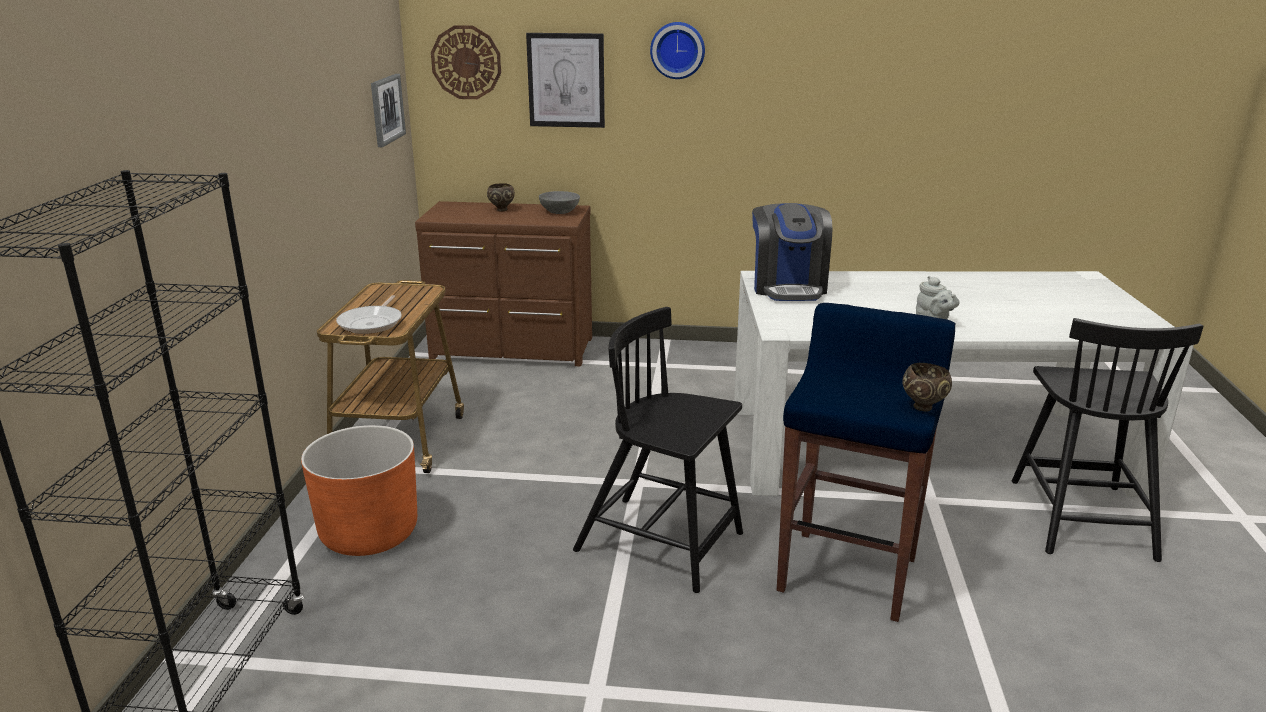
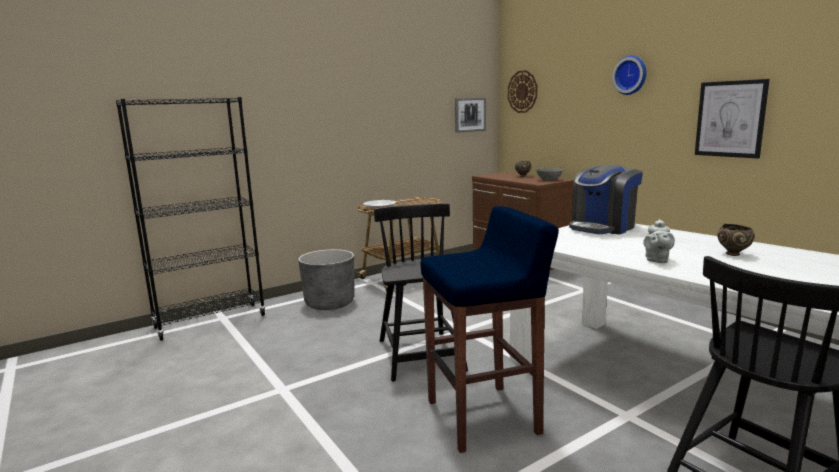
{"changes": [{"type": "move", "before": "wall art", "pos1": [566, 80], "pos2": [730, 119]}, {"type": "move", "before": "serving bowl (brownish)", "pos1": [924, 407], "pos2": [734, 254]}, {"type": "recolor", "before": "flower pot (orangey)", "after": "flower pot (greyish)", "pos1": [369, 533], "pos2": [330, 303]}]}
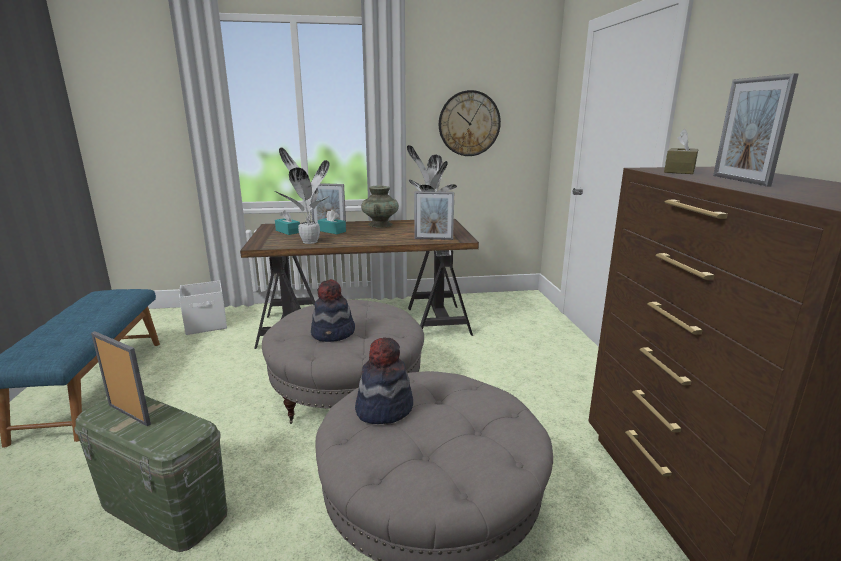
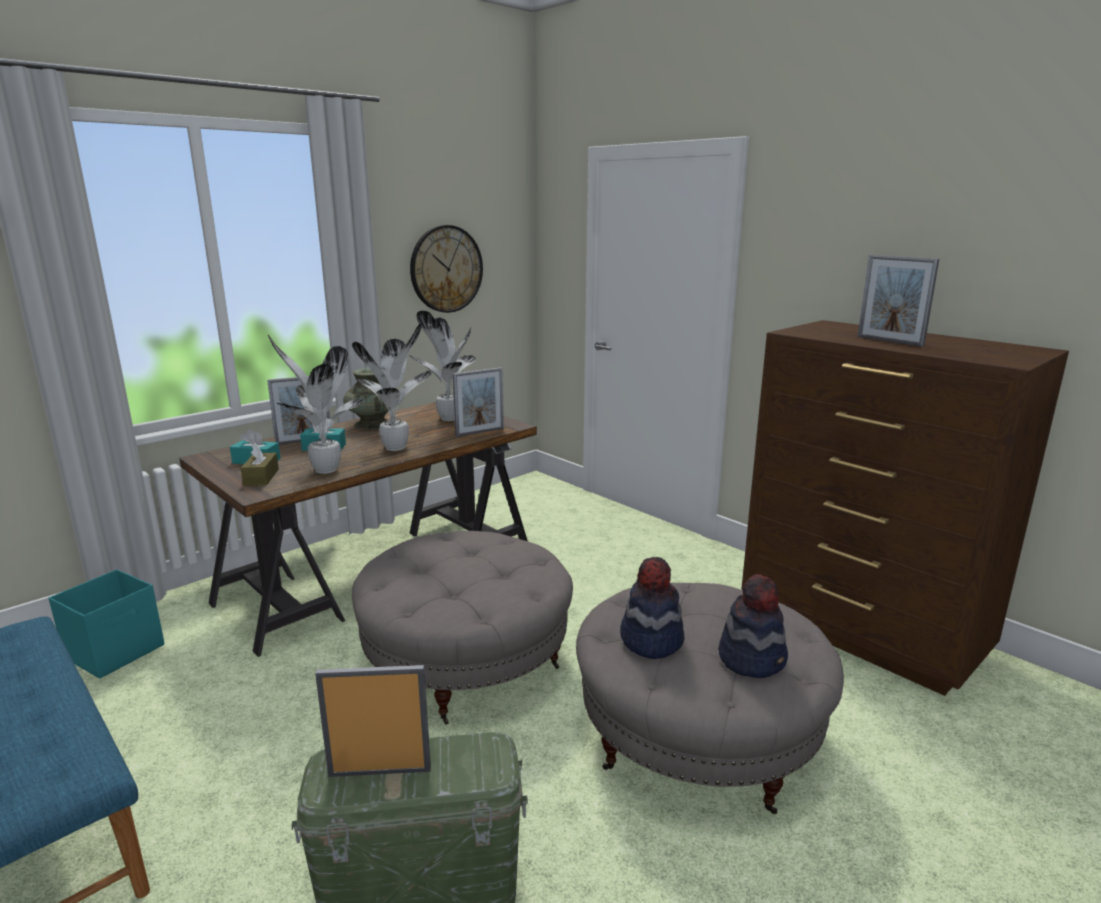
{"changes": [{"type": "move", "before": "tissue holder (brownish)", "pos1": [679, 171], "pos2": [261, 477]}, {"type": "move", "before": "hat", "pos1": [333, 334], "pos2": [752, 658]}, {"type": "recolor", "before": "storage box (white-coloured)", "after": "storage box (turquoise-coloured)", "pos1": [207, 325], "pos2": [117, 651]}, {"type": "insert", "after": "potted plant", "pos2": [397, 448]}]}
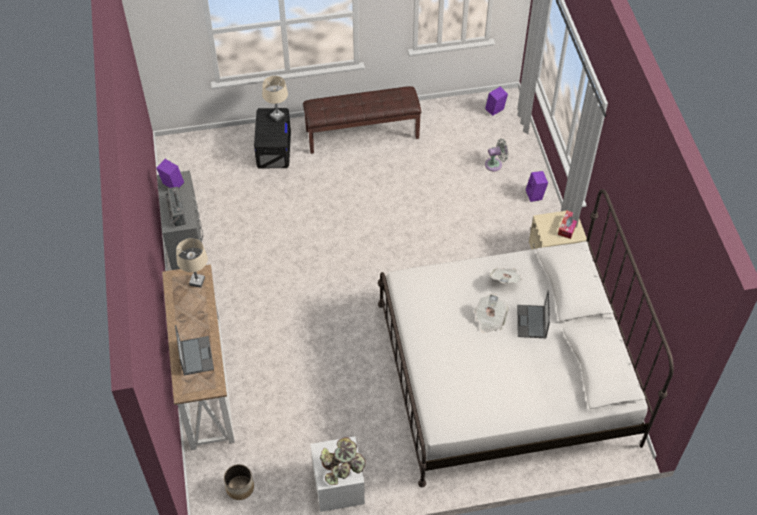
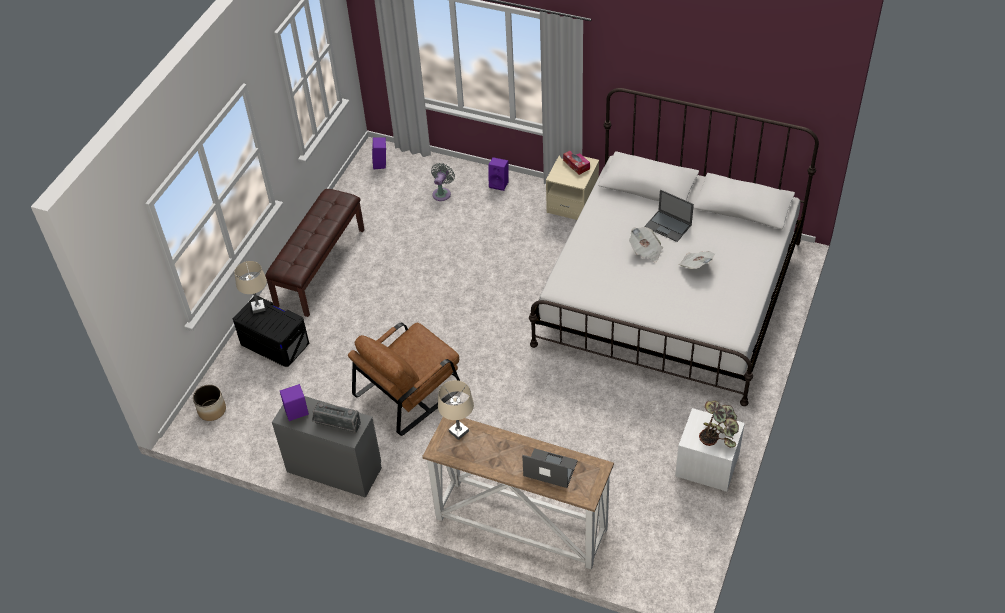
{"changes": [{"type": "move", "before": "daily paper", "pos1": [505, 280], "pos2": [695, 265]}, {"type": "move", "before": "flower pot", "pos1": [239, 487], "pos2": [212, 410]}, {"type": "insert", "after": "lounge chair (brownish)", "pos2": [409, 390]}]}
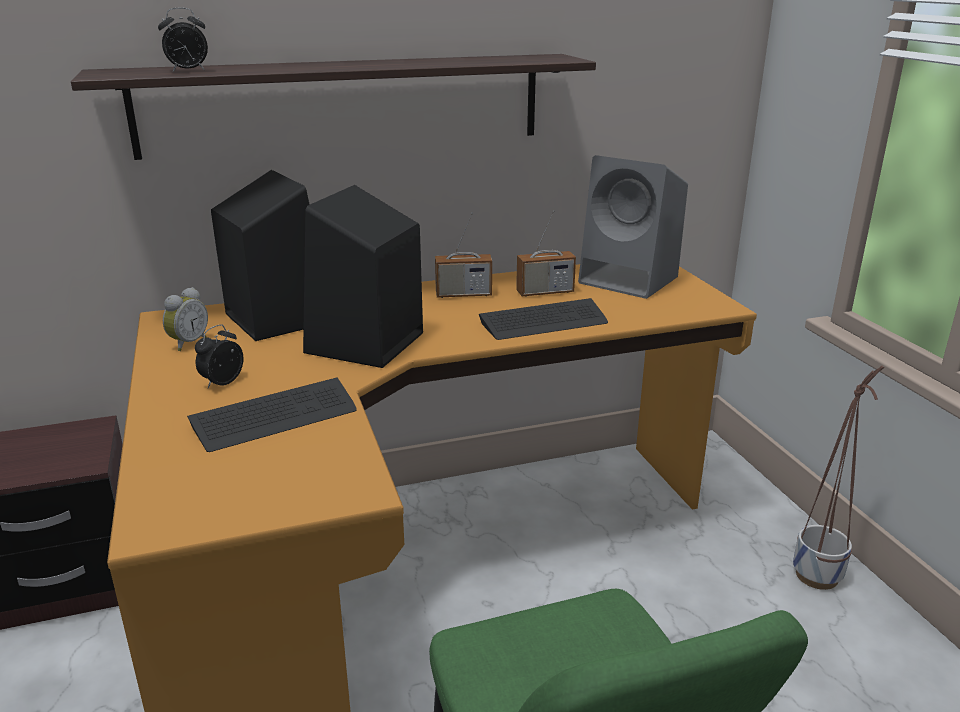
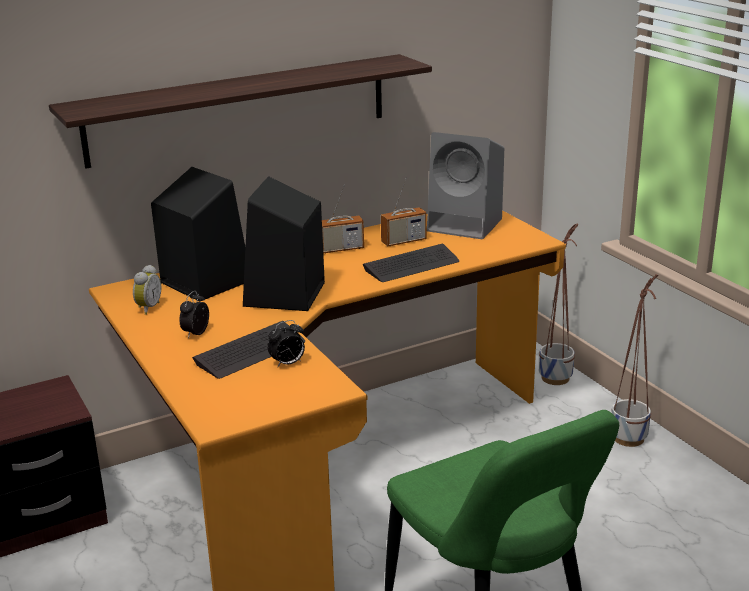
{"changes": [{"type": "move", "before": "bedside clock", "pos1": [188, 71], "pos2": [287, 363]}, {"type": "insert", "after": "flower pot", "pos2": [555, 378]}]}
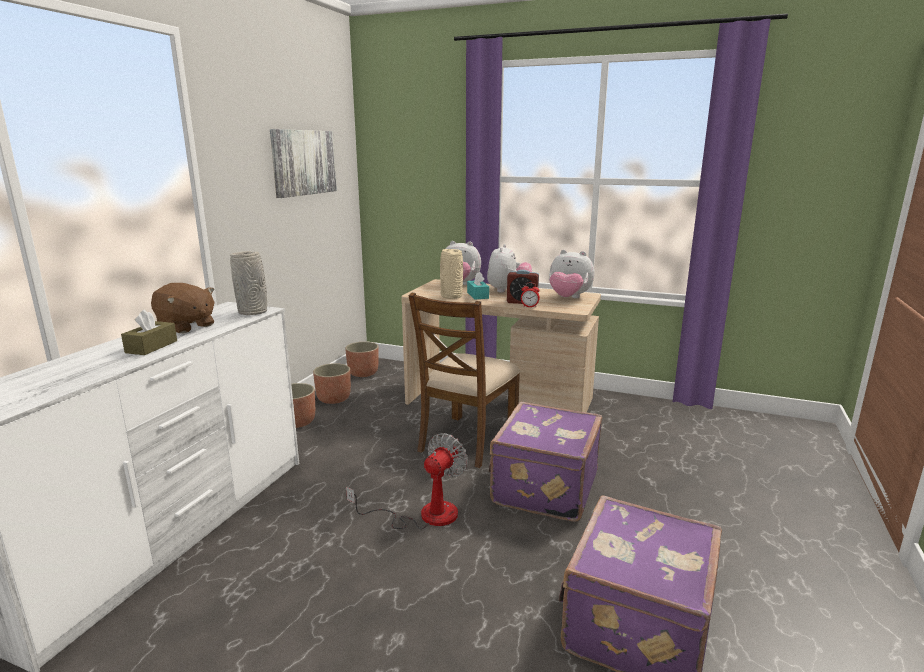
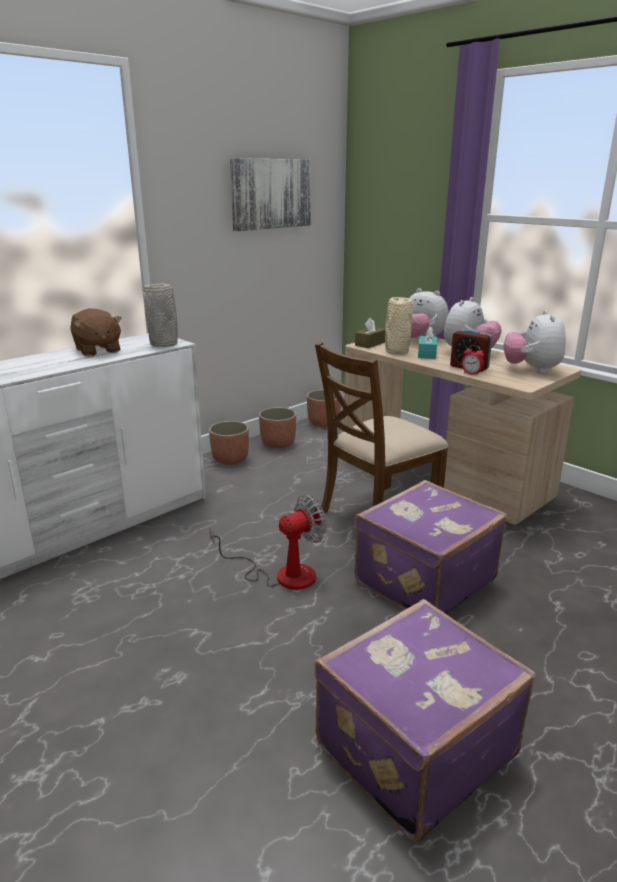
{"changes": [{"type": "rotate", "before": "cuddly toy", "pos1": [568, 298], "pos2": [532, 370], "turn": 45}, {"type": "move", "before": "tissue holder (brownish)", "pos1": [151, 347], "pos2": [370, 344]}]}
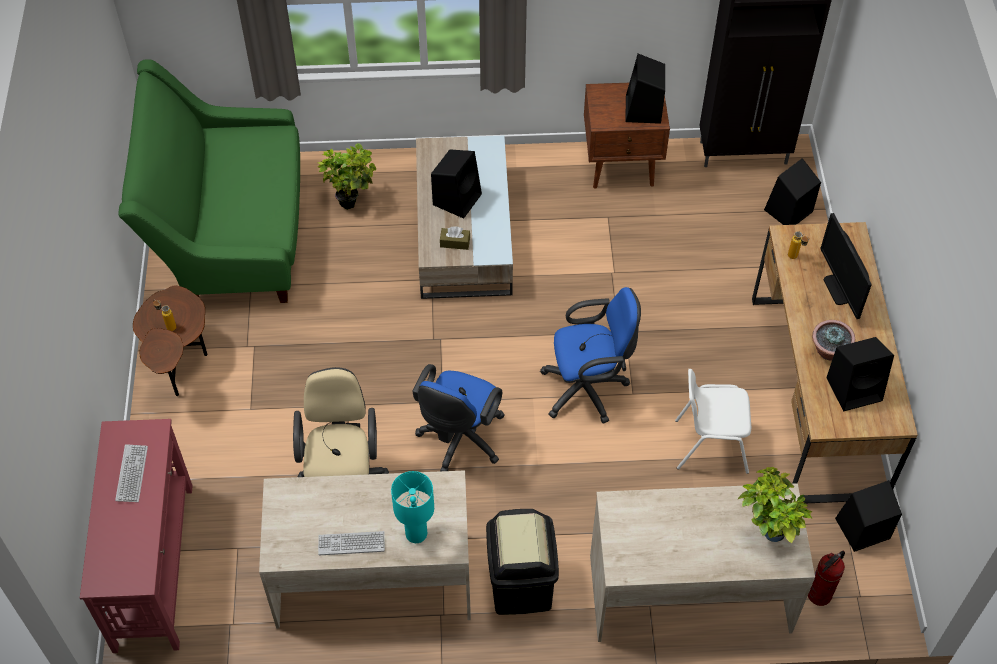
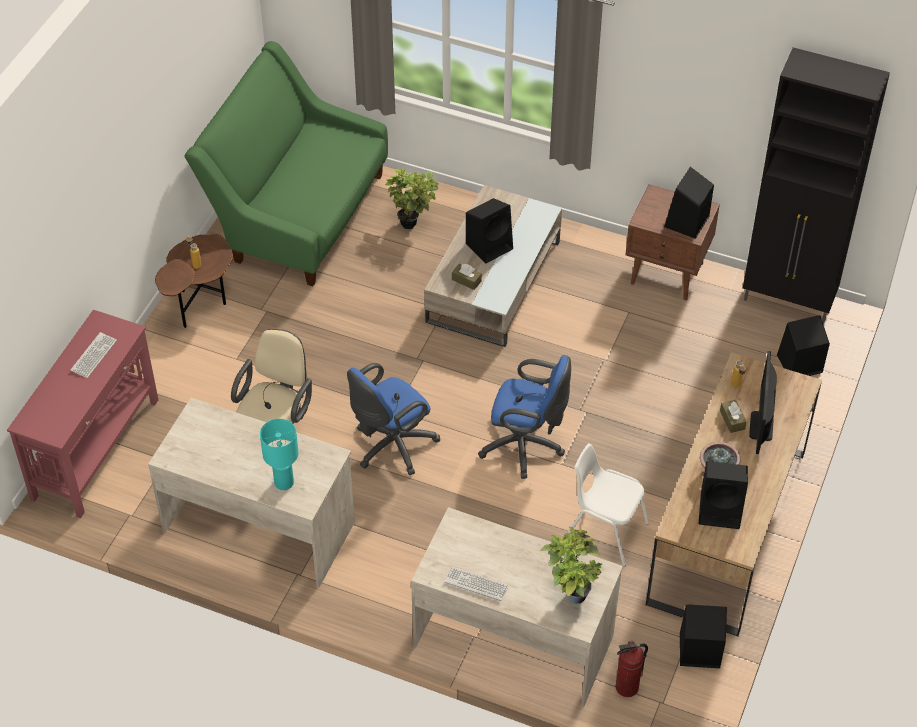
{"changes": [{"type": "delete", "before": "trash can (black)", "pos1": [520, 585]}, {"type": "move", "before": "computer keyboard", "pos1": [351, 543], "pos2": [476, 584]}, {"type": "insert", "after": "tissue holder (brownish)", "pos2": [732, 420]}]}
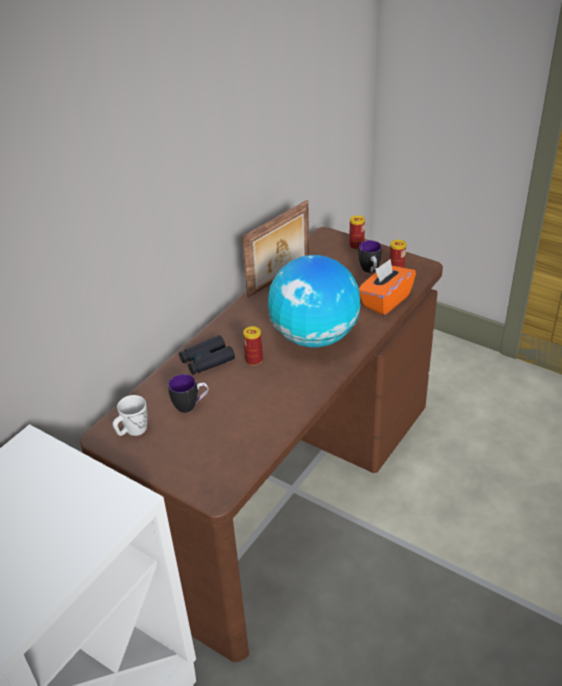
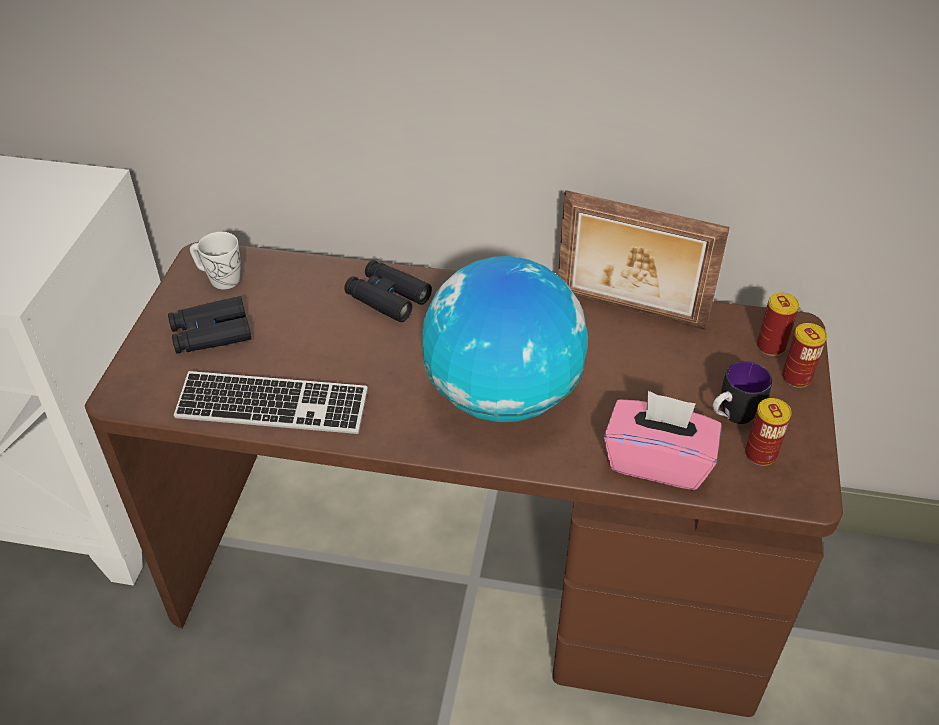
{"changes": [{"type": "recolor", "before": "tissue holder (orangey)", "after": "tissue holder (pink-coloured)", "pos1": [385, 300], "pos2": [657, 461]}, {"type": "move", "before": "can", "pos1": [254, 360], "pos2": [770, 346]}, {"type": "delete", "before": "coffee mug", "pos1": [191, 406]}, {"type": "insert", "after": "binoculars (black)", "pos2": [211, 334]}, {"type": "insert", "after": "computer keyboard", "pos2": [272, 406]}]}
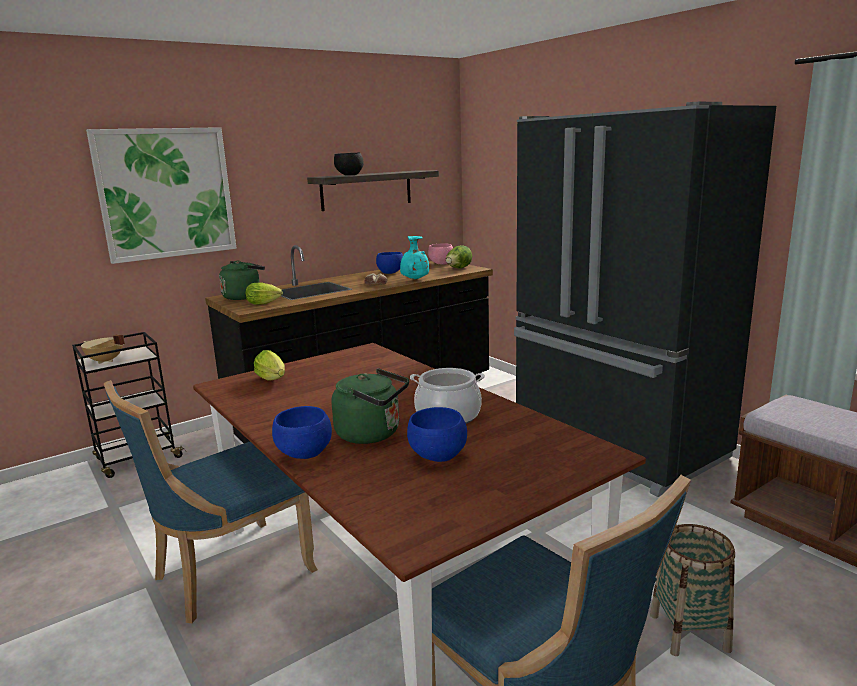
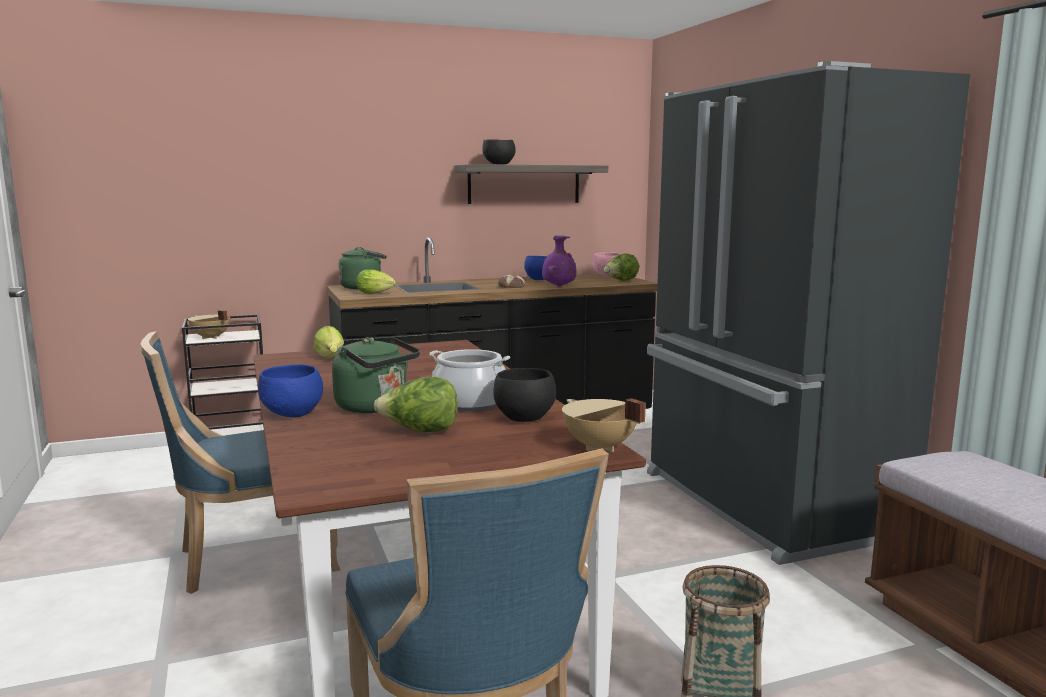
{"changes": [{"type": "delete", "before": "wall art", "pos1": [166, 193]}, {"type": "recolor", "before": "decorative vase (turquoise-coloured)", "after": "decorative vase (purple-coloured)", "pos1": [414, 279], "pos2": [558, 286]}, {"type": "replace", "before": "serving bowl (blue-coloured)", "after": "lettuce head", "pos1": [439, 457], "pos2": [420, 431]}, {"type": "insert", "after": "serving bowl (black)", "pos2": [523, 418]}, {"type": "insert", "after": "stockpot (sand-coloured)", "pos2": [599, 447]}]}
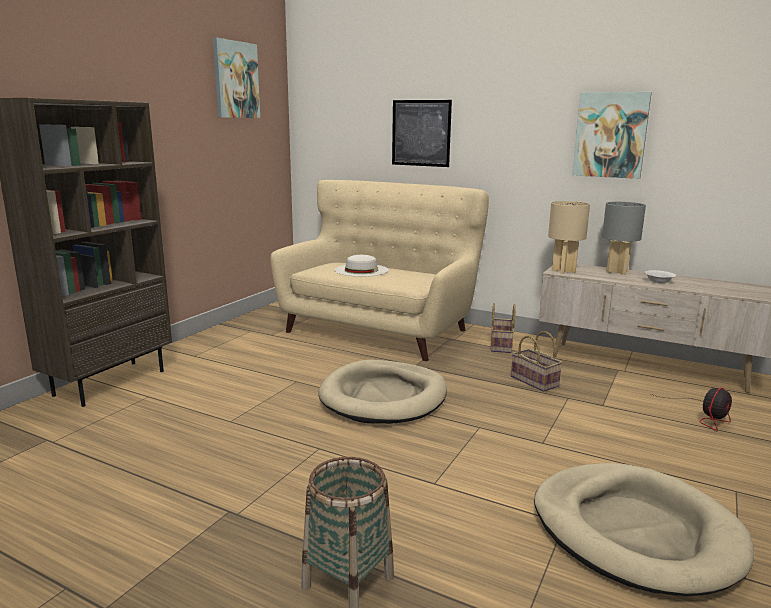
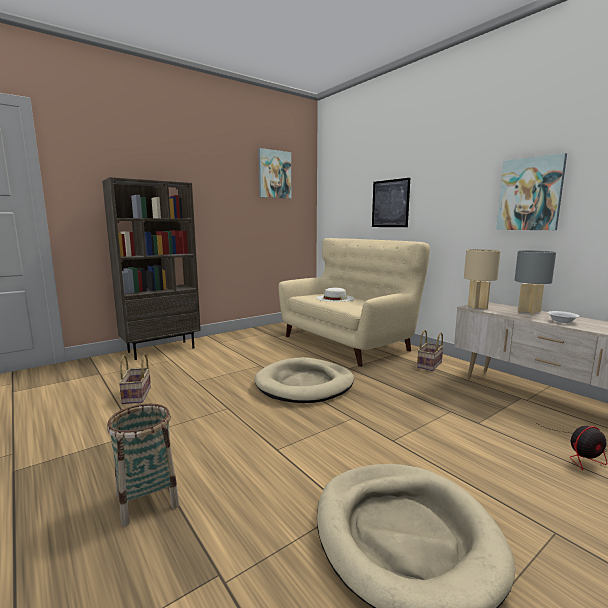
{"changes": [{"type": "move", "before": "basket", "pos1": [536, 381], "pos2": [137, 395]}]}
